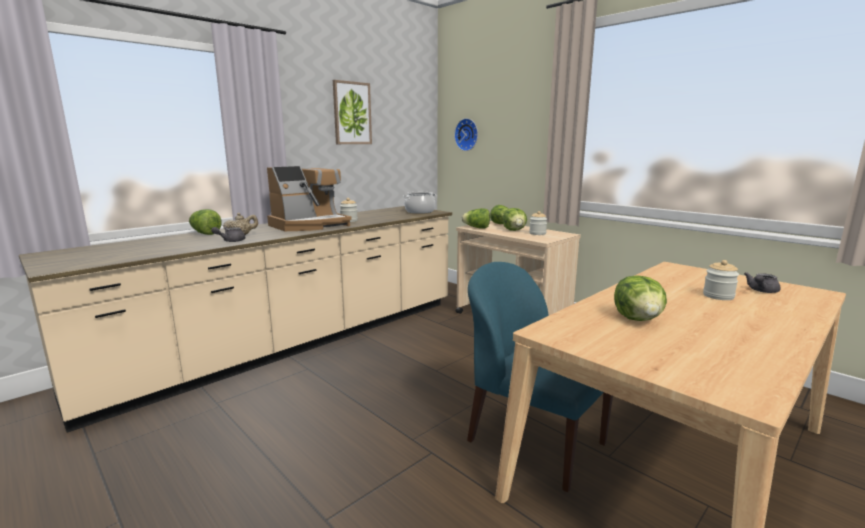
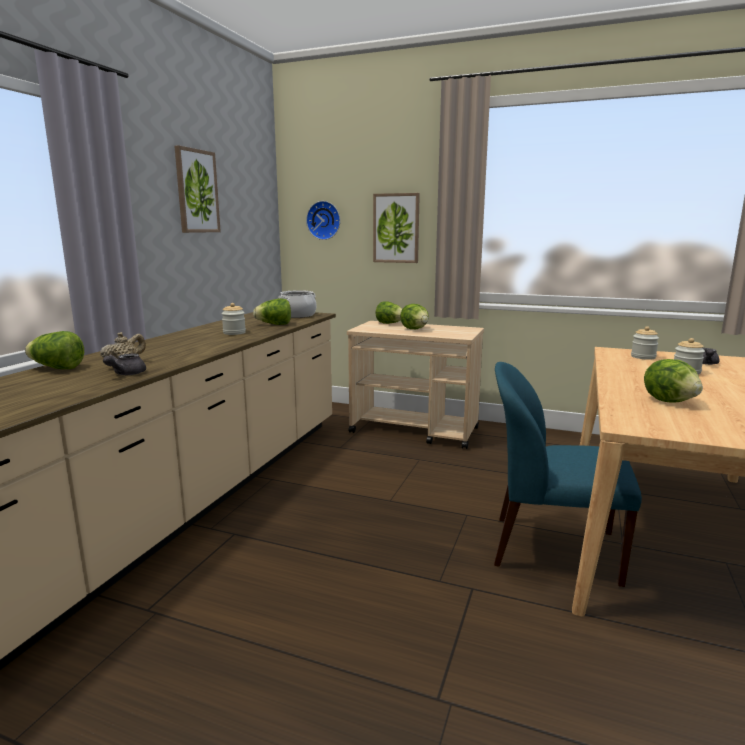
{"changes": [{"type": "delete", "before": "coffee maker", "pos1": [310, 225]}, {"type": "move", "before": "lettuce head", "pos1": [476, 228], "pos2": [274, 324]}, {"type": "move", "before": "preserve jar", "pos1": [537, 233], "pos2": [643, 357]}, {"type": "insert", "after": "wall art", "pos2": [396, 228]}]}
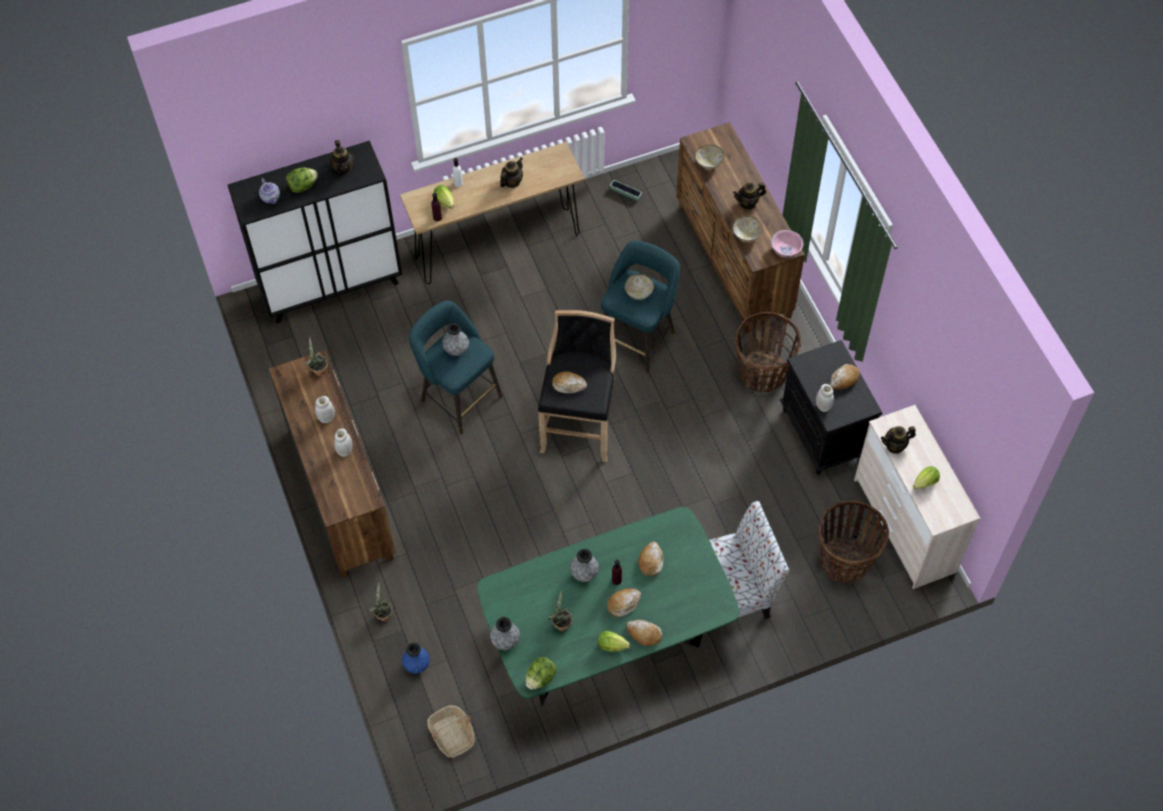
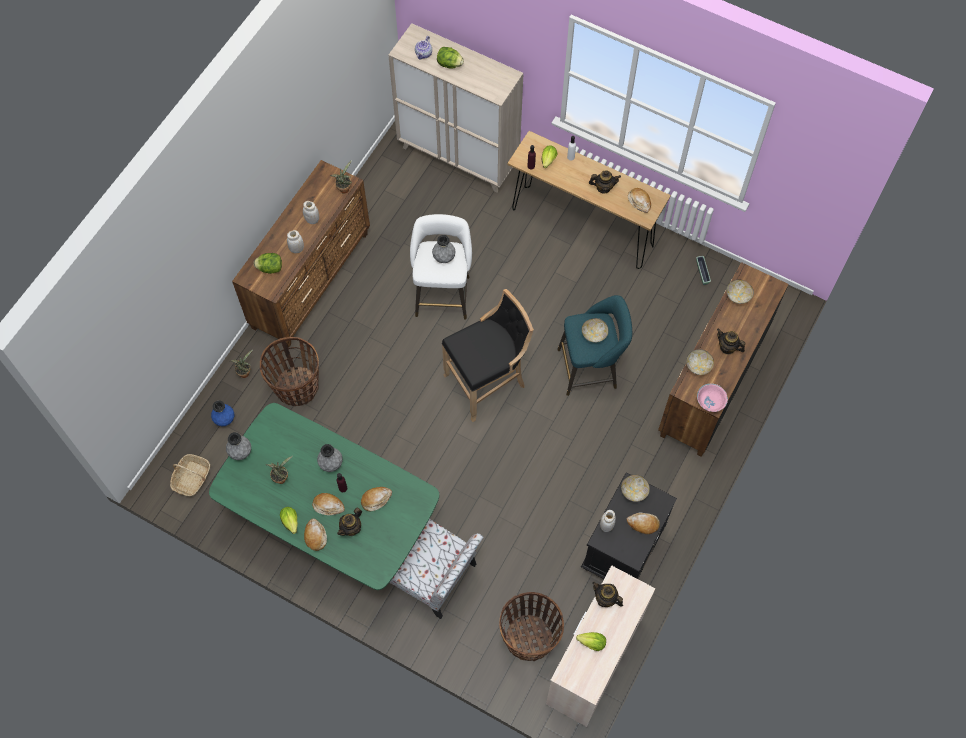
{"changes": [{"type": "move", "before": "pot for tea", "pos1": [343, 168], "pos2": [351, 528]}, {"type": "recolor", "before": "cabinet (black)", "after": "cabinet (sand-coloured)", "pos1": [332, 287], "pos2": [458, 157]}, {"type": "recolor", "before": "sitting stool (turquoise-coloured)", "after": "sitting stool (white-coloured)", "pos1": [458, 396], "pos2": [442, 293]}, {"type": "move", "before": "basket", "pos1": [763, 373], "pos2": [296, 387]}, {"type": "move", "before": "bread", "pos1": [568, 385], "pos2": [639, 202]}, {"type": "move", "before": "lettuce head", "pos1": [540, 678], "pos2": [270, 268]}, {"type": "insert", "after": "serving bowl", "pos2": [634, 491]}]}
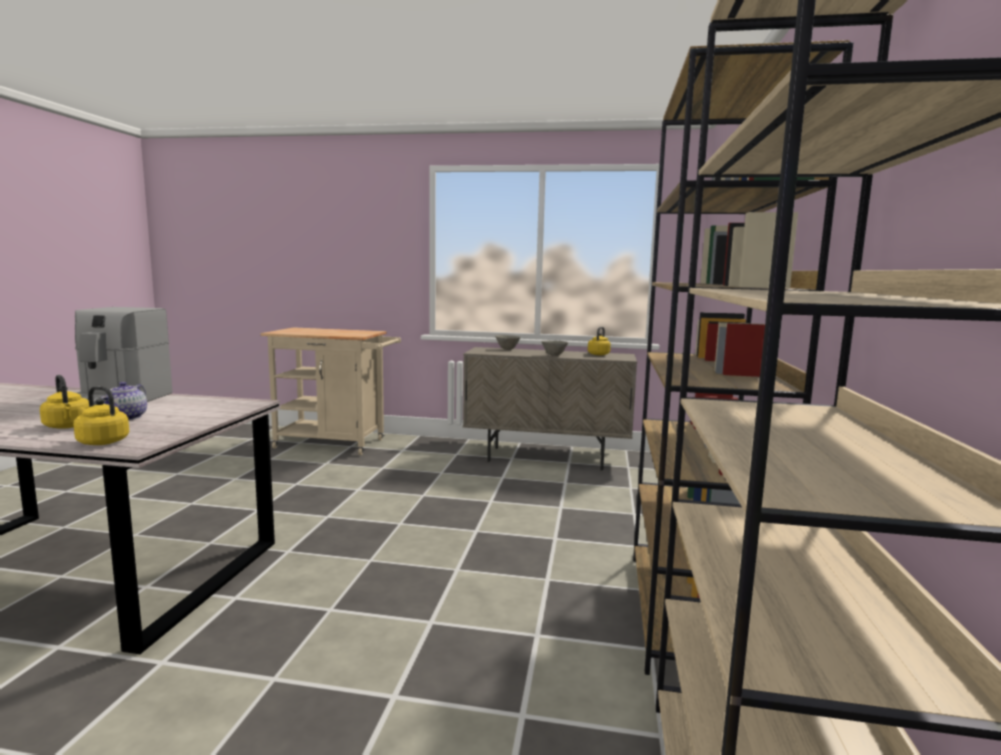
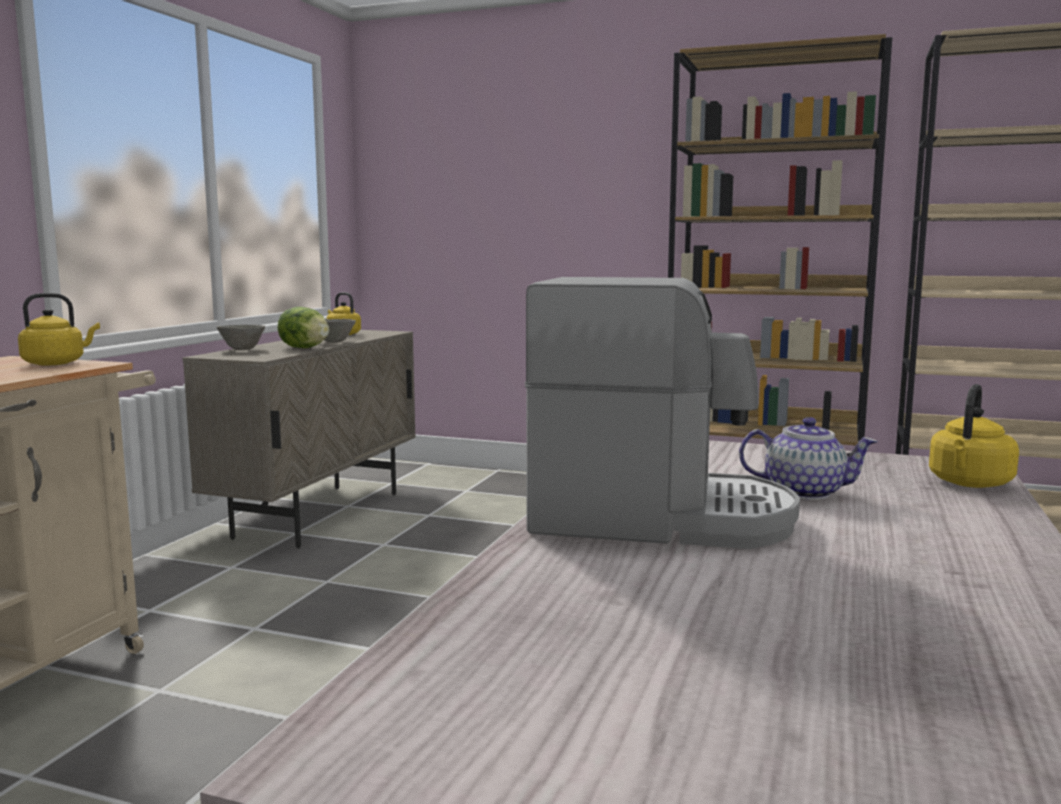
{"changes": [{"type": "move", "before": "water kettle (yellow-coloured)", "pos1": [68, 426], "pos2": [57, 363]}, {"type": "insert", "after": "lettuce head", "pos2": [304, 348]}]}
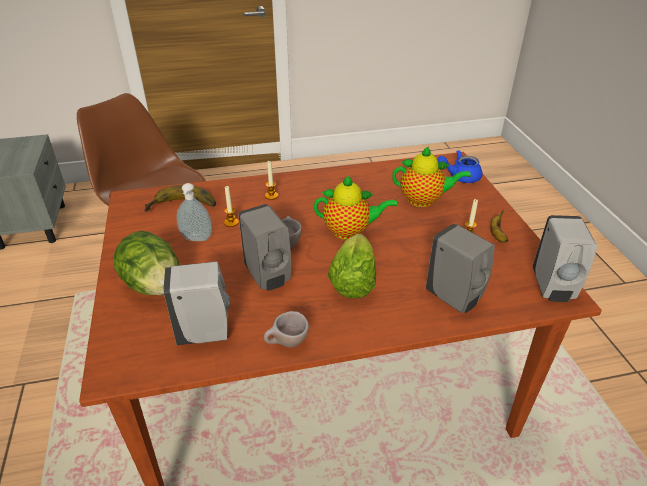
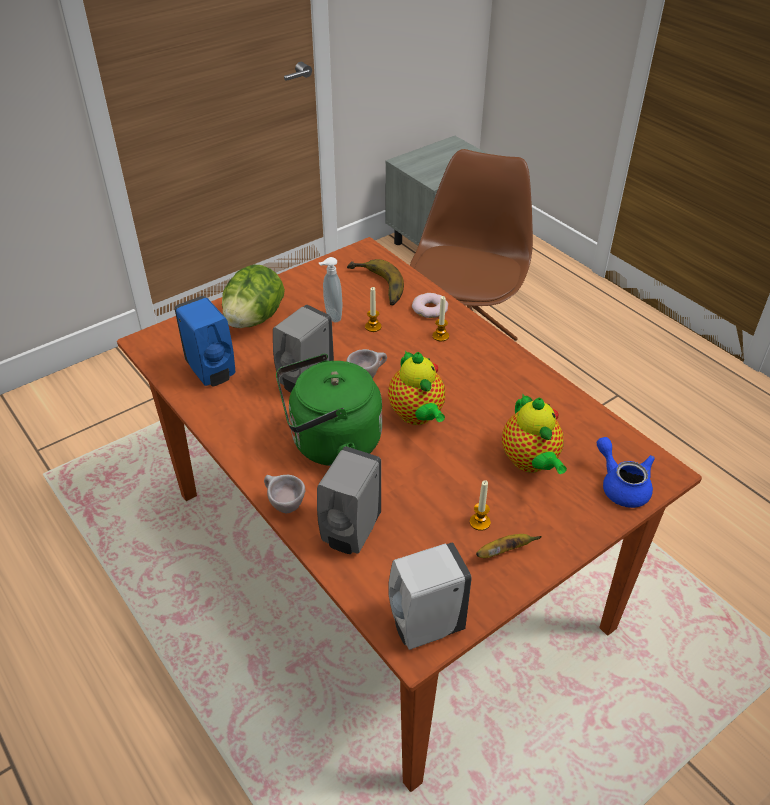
{"changes": [{"type": "replace", "before": "lettuce head", "after": "water kettle (green)", "pos1": [352, 282], "pos2": [330, 443]}, {"type": "recolor", "before": "soap bottle (white-coloured)", "after": "soap bottle (blue-coloured)", "pos1": [206, 333], "pos2": [212, 372]}, {"type": "move", "before": "cup (sand-coloured)", "pos1": [287, 344], "pos2": [283, 505]}, {"type": "insert", "after": "donut", "pos2": [430, 309]}]}
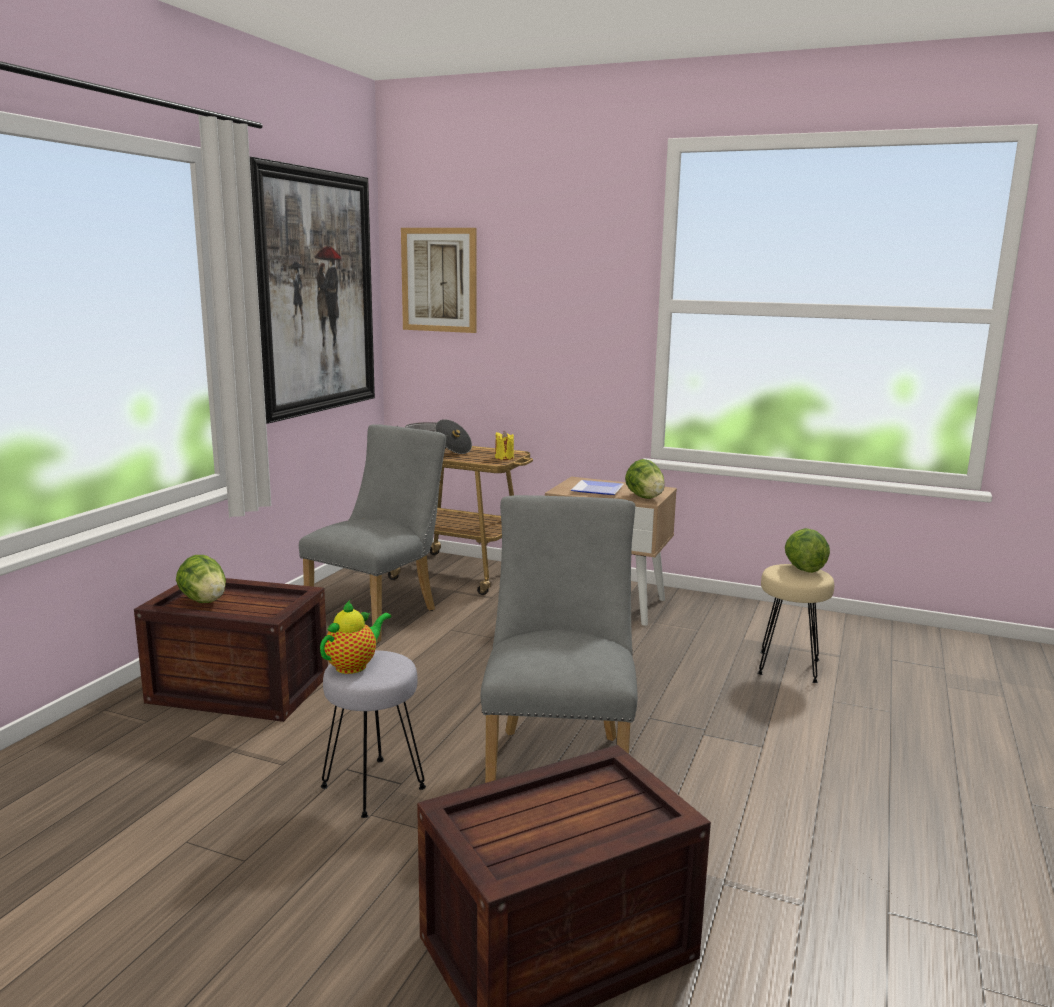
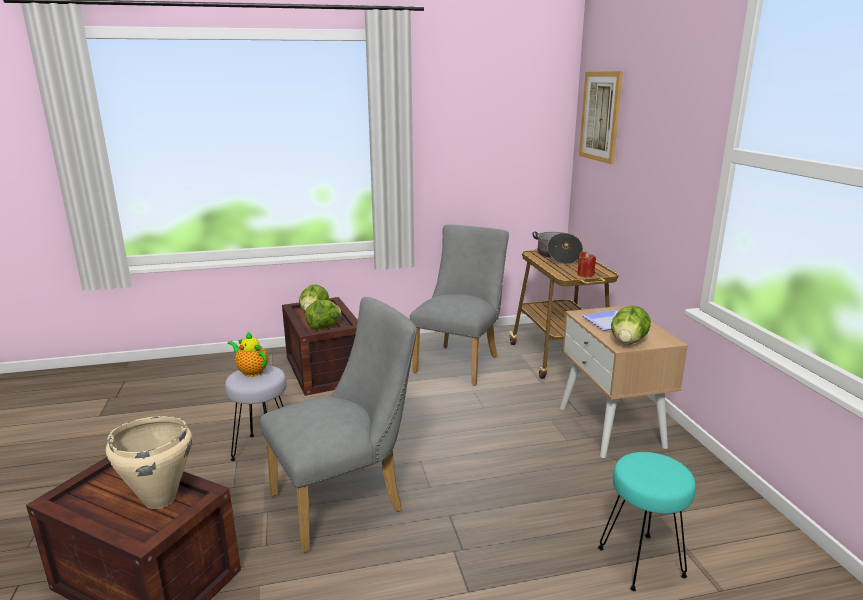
{"changes": [{"type": "delete", "before": "wall art", "pos1": [313, 292]}, {"type": "rotate", "before": "plain chair (greyish)", "pos1": [380, 614], "pos2": [460, 362], "turn": -60}, {"type": "recolor", "before": "candle (yellow-coloured)", "after": "candle (red-coloured)", "pos1": [504, 458], "pos2": [585, 274]}, {"type": "move", "before": "lettuce head", "pos1": [803, 569], "pos2": [324, 327]}, {"type": "recolor", "before": "sitting stool (sand-coloured)", "after": "sitting stool (turquoise-coloured)", "pos1": [788, 666], "pos2": [642, 561]}, {"type": "rotate", "before": "pot for tea", "pos1": [354, 665], "pos2": [251, 371], "turn": -150}, {"type": "insert", "after": "stockpot (sand-coloured)", "pos2": [159, 499]}]}
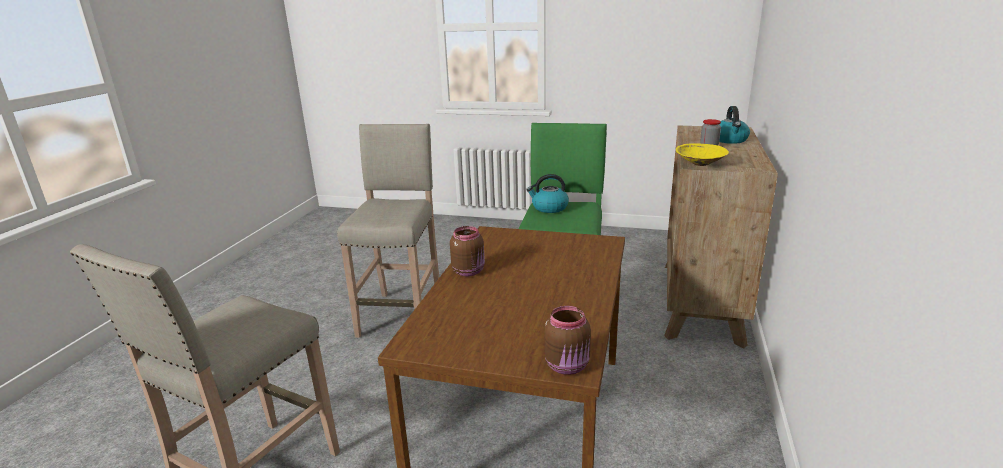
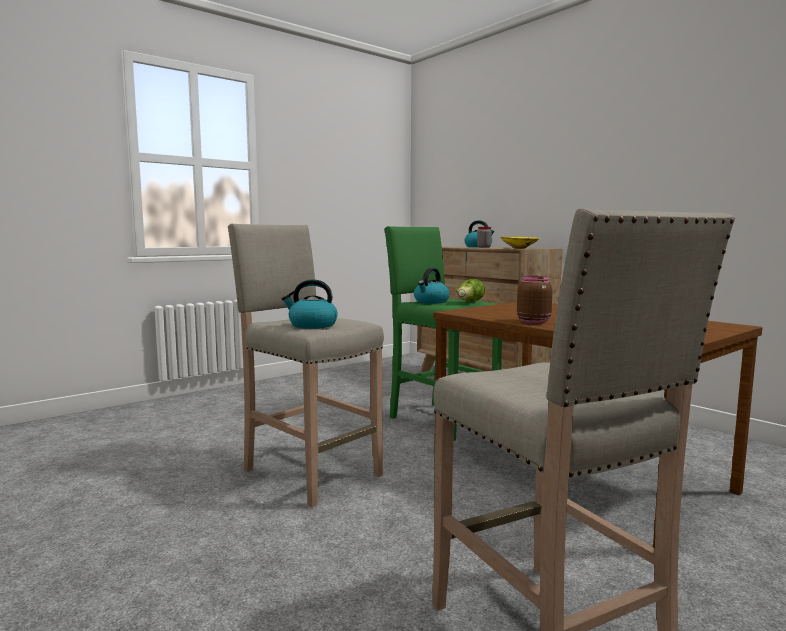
{"changes": [{"type": "delete", "before": "preserve jar (brownish)", "pos1": [568, 366]}, {"type": "insert", "after": "water kettle", "pos2": [312, 325]}, {"type": "insert", "after": "lettuce head", "pos2": [469, 302]}]}
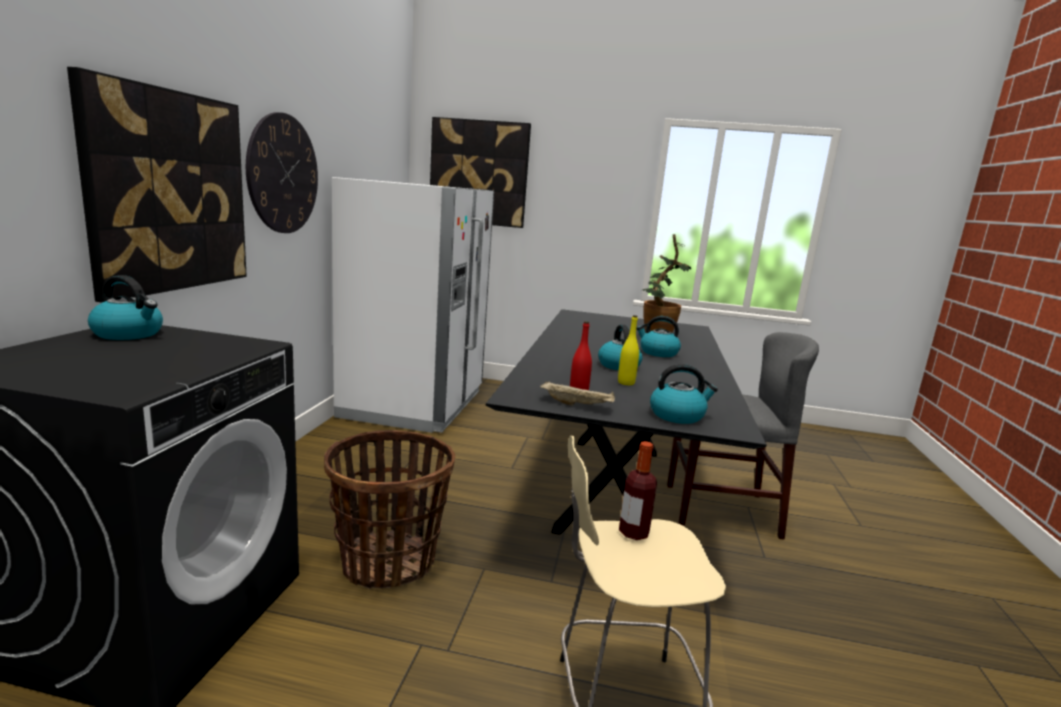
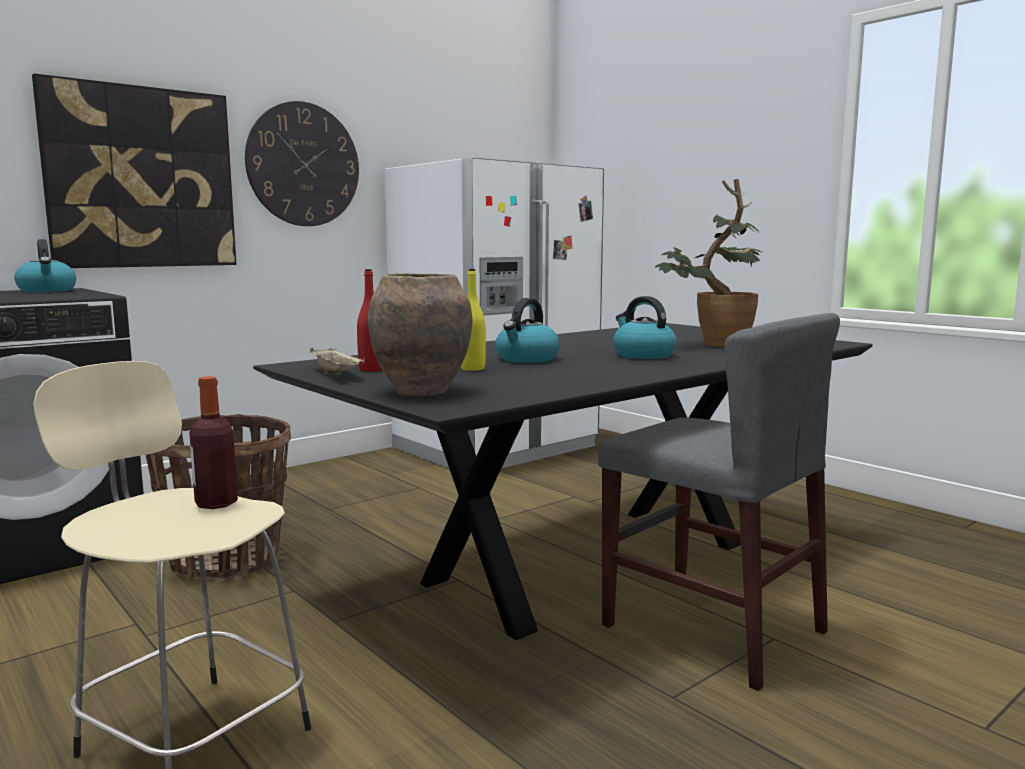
{"changes": [{"type": "delete", "before": "wall art", "pos1": [479, 173]}, {"type": "replace", "before": "water kettle", "after": "decorative vase (brownish)", "pos1": [677, 415], "pos2": [421, 391]}]}
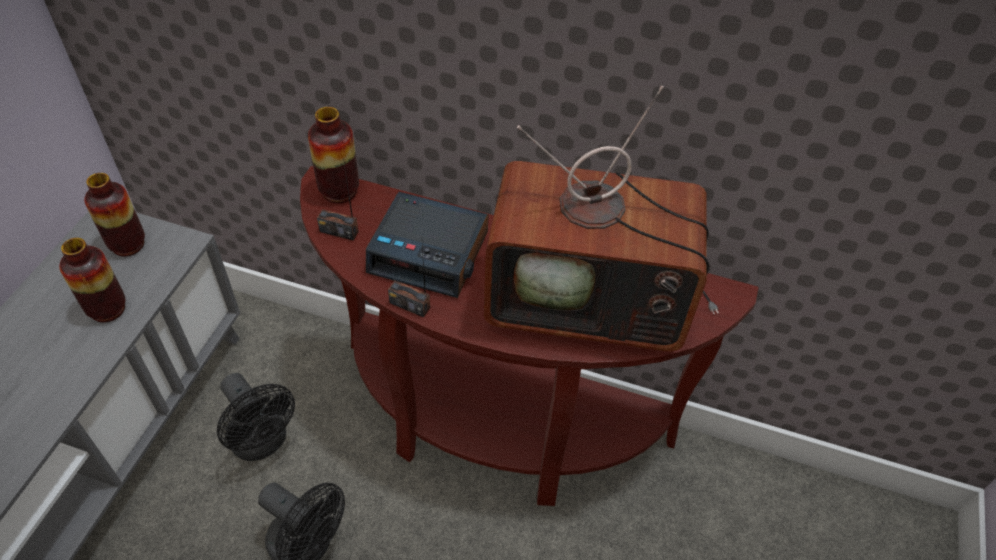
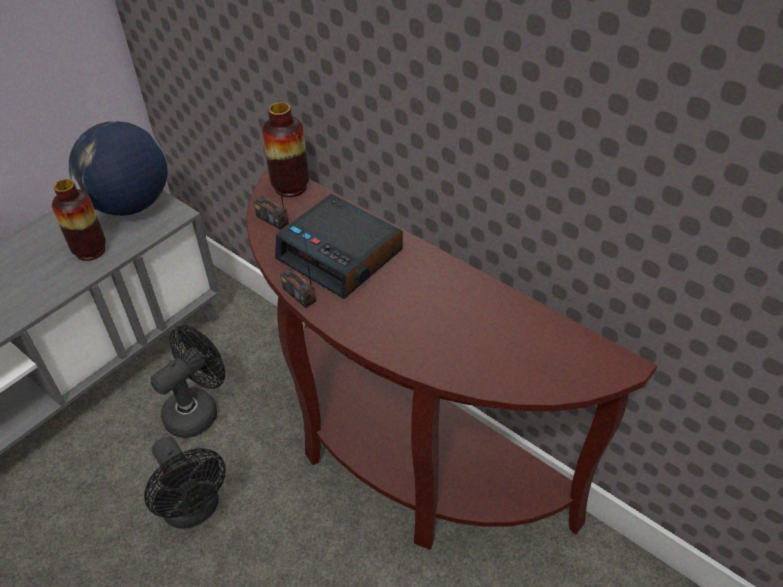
{"changes": [{"type": "delete", "before": "TV", "pos1": [592, 299]}, {"type": "replace", "before": "decorative vase", "after": "desk globe", "pos1": [128, 244], "pos2": [131, 205]}, {"type": "rotate", "before": "cooling fan (black)", "pos1": [263, 443], "pos2": [198, 409], "turn": -120}]}
